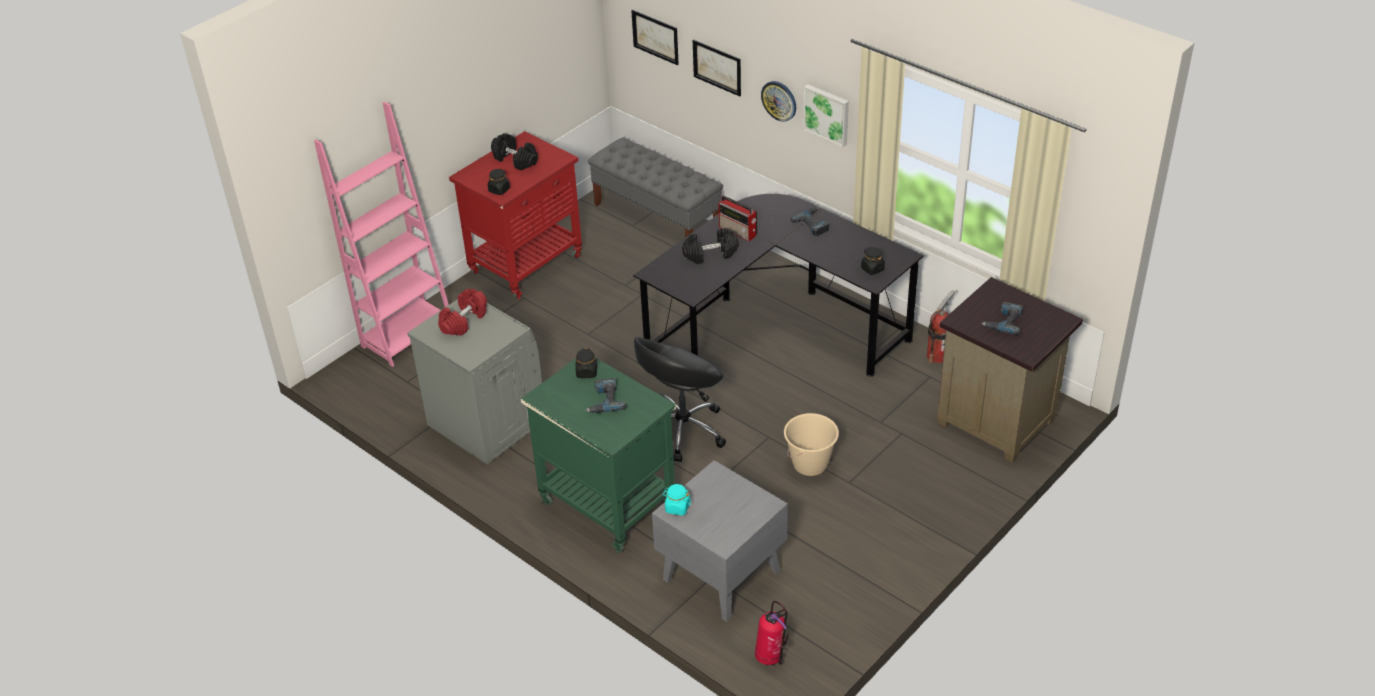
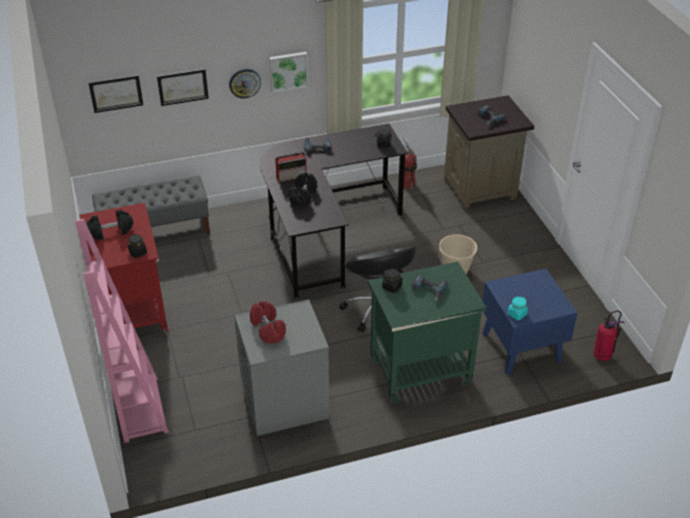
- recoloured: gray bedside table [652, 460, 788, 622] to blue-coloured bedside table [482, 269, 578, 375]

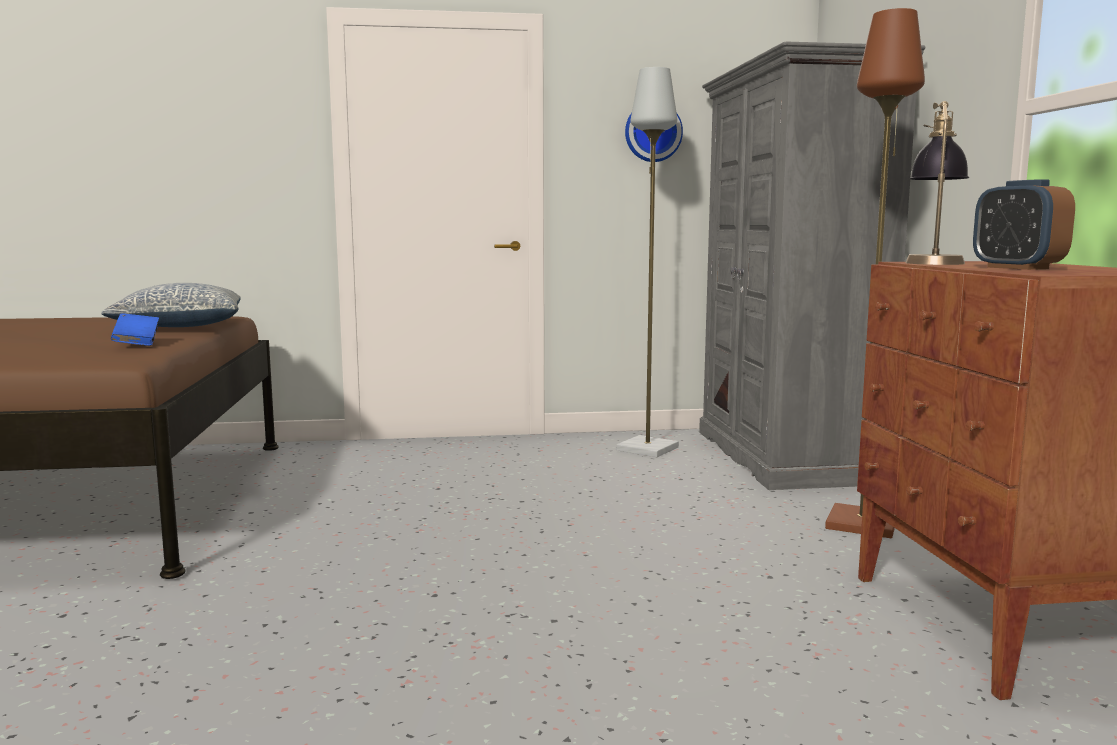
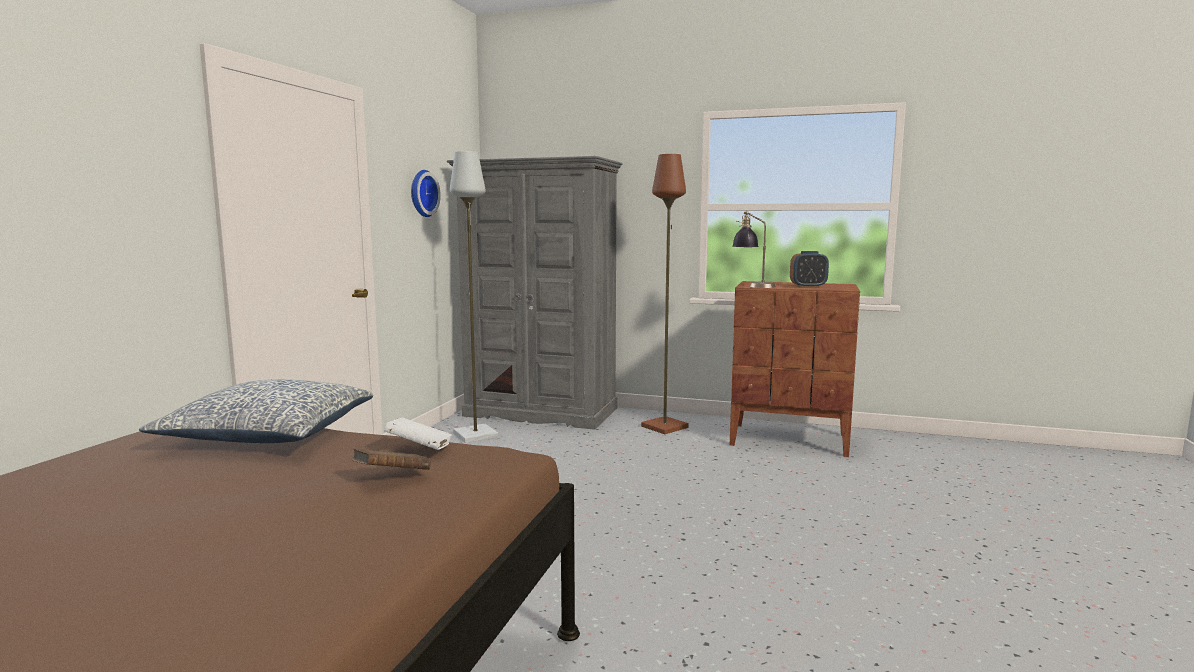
- recoloured: blue-coloured volume [111, 313, 159, 346] to whitish volume [384, 417, 452, 450]
- added: brownish volume [352, 449, 431, 470]

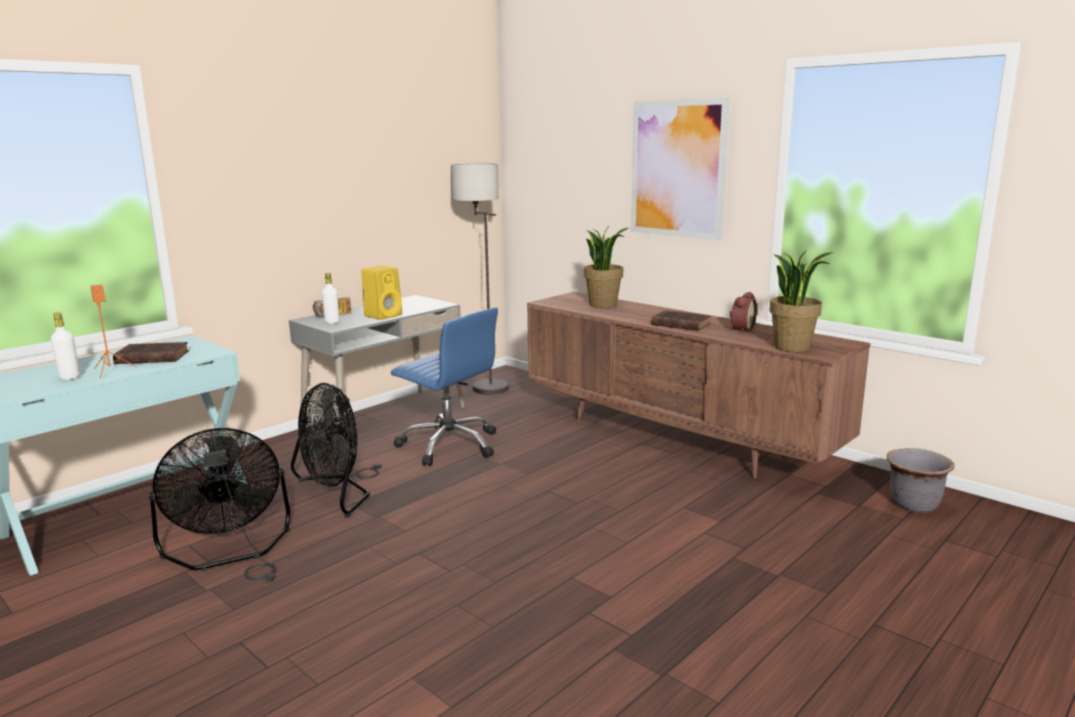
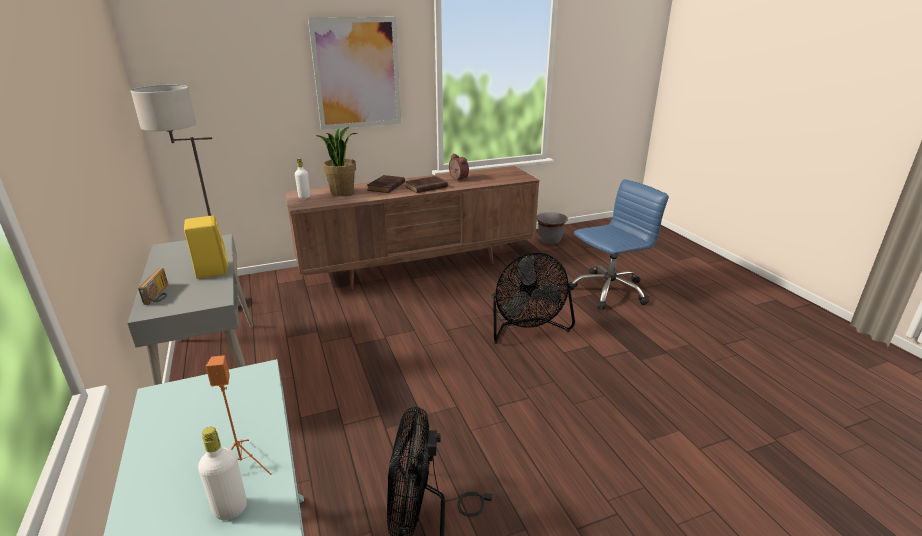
- moved: brownish volume [113, 342, 189, 364] to [367, 175, 405, 193]
- moved: black-coloured cooling fan [291, 383, 382, 518] to [492, 253, 575, 344]
- moved: whitish drink bottle [322, 273, 339, 324] to [295, 158, 310, 199]
- moved: blue-coloured computer chair [391, 307, 498, 466] to [569, 179, 669, 310]
- removed: plant in a pot [769, 250, 833, 352]

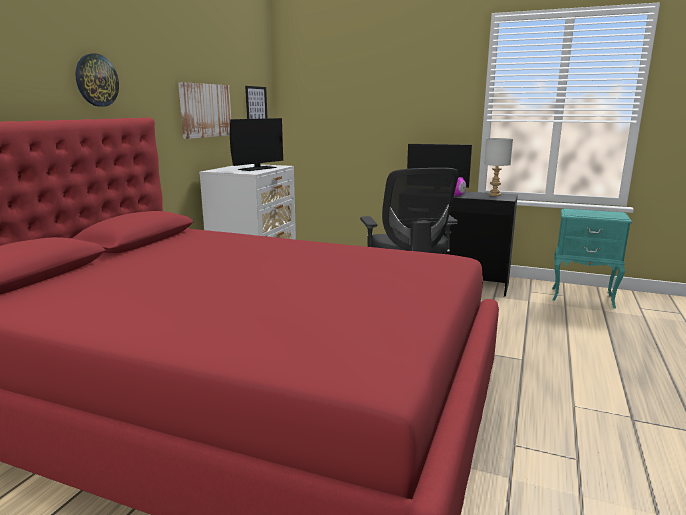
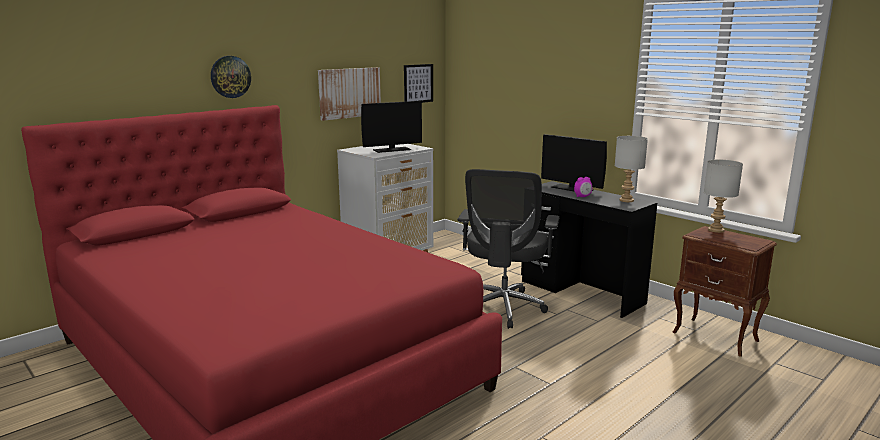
- recoloured: turquoise-coloured bedside table [552, 209, 632, 308] to brownish bedside table [672, 226, 777, 357]
- added: gray lamp for a table [704, 159, 743, 233]

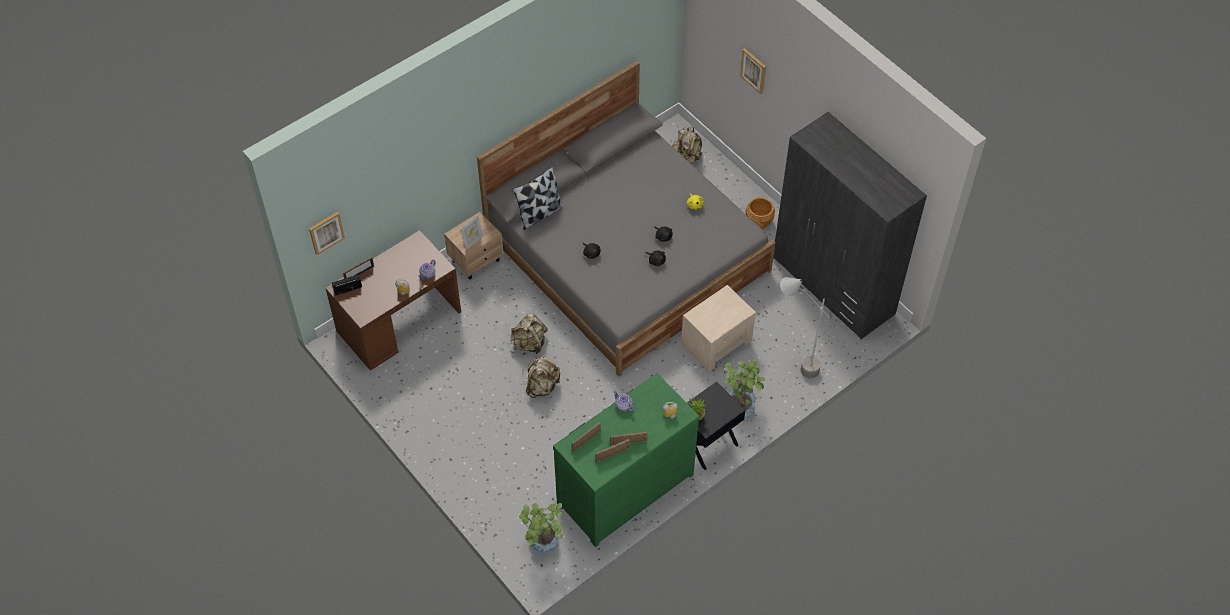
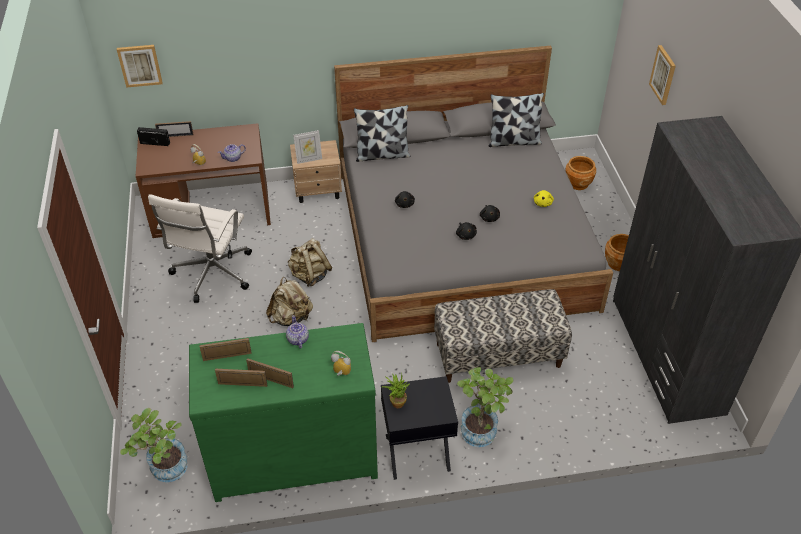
- replaced: beige-coloured backpack [672, 127, 702, 164] to brownish planter [565, 156, 596, 190]
- replaced: beige-coloured bedside table [681, 285, 756, 371] to bench [434, 289, 572, 383]
- removed: gray floor lamp [780, 277, 829, 379]
- added: whitish computer chair [148, 194, 252, 303]
- added: cushion [488, 93, 544, 147]

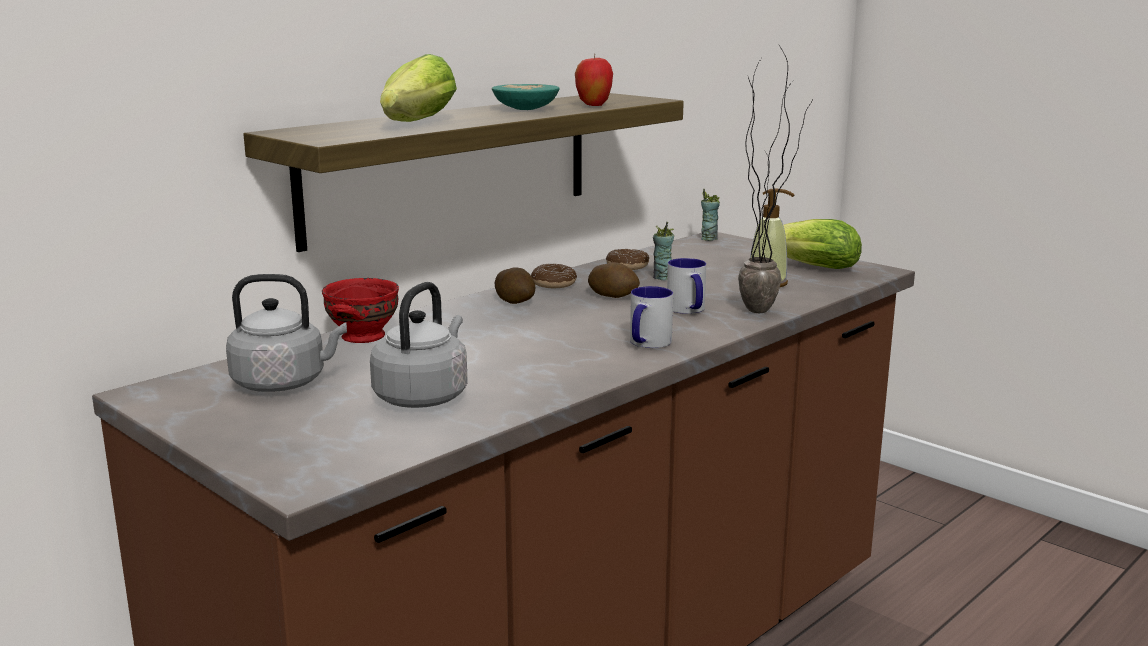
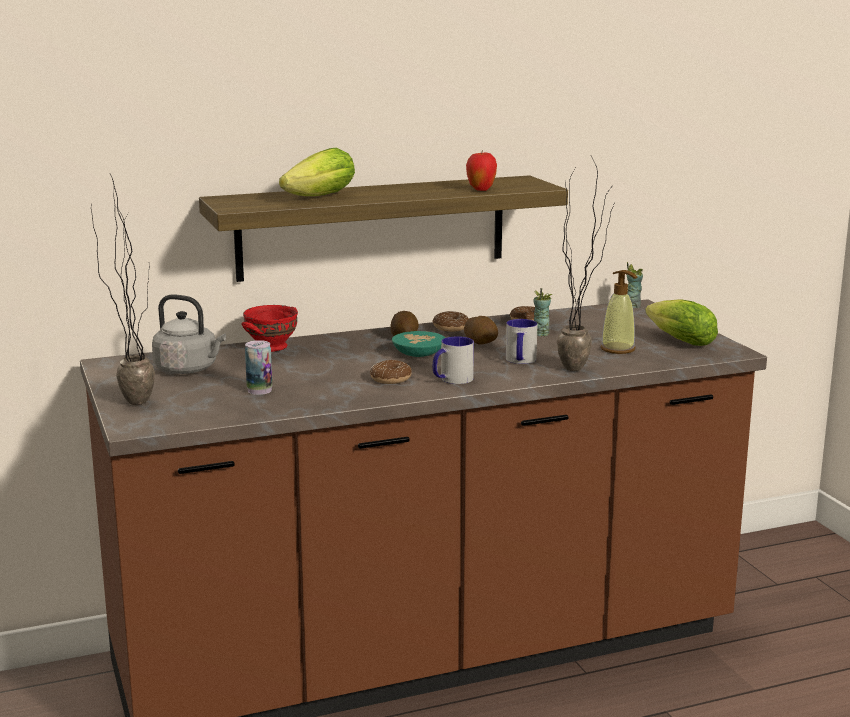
- replaced: gray tea kettle [370, 282, 468, 408] to sealed can [245, 340, 272, 395]
- moved: turquoise-coloured bowl [492, 84, 560, 110] to [392, 331, 445, 357]
- added: plant in a pot [91, 174, 155, 405]
- added: ring doughnut [370, 360, 412, 384]

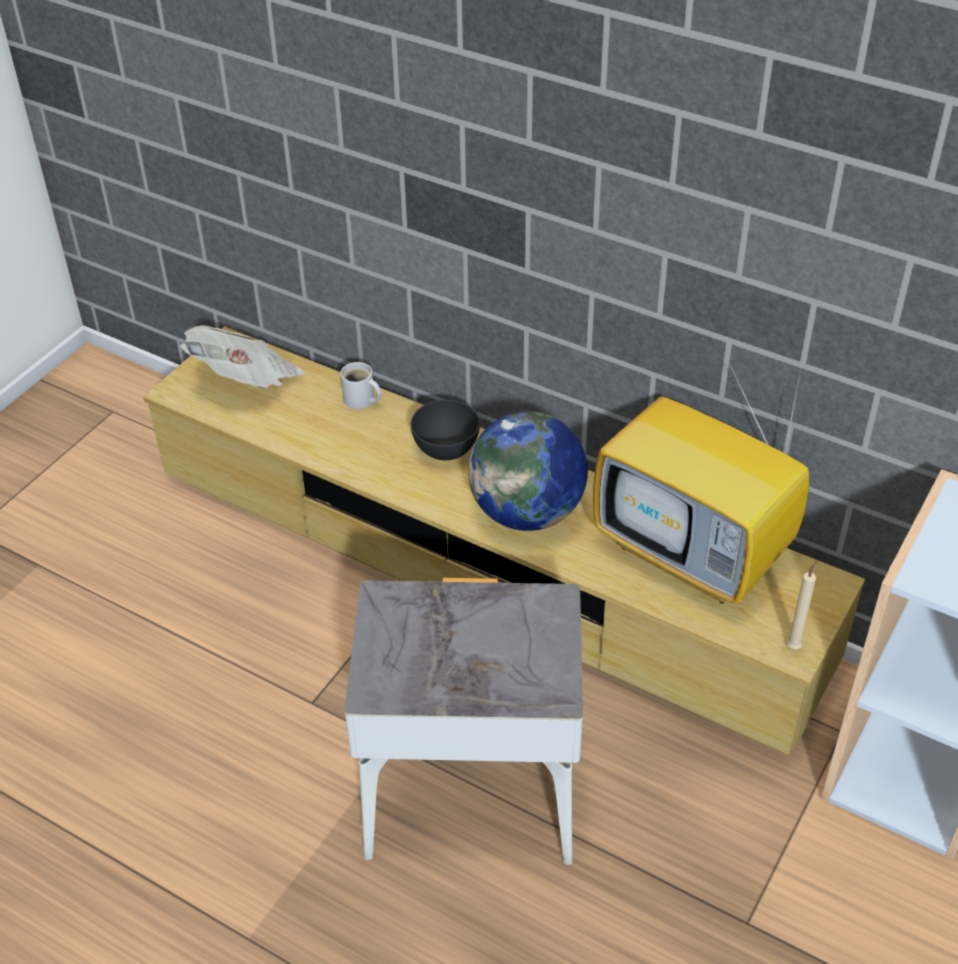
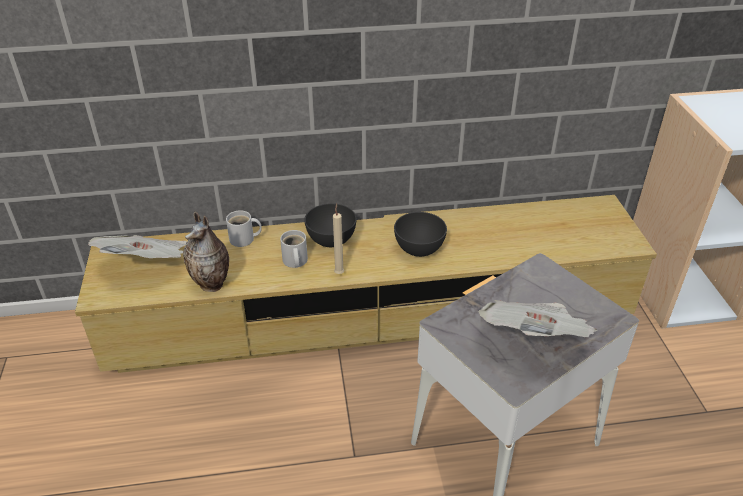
- replaced: globe [468, 411, 588, 531] to gray bowl [394, 212, 447, 257]
- removed: TV set [593, 350, 809, 604]
- moved: beige-coloured wax candle [787, 560, 818, 649] to [333, 203, 344, 274]
- added: decorative vase [183, 211, 229, 292]
- added: whitish mug [280, 230, 308, 268]
- added: printed paper [478, 300, 598, 337]

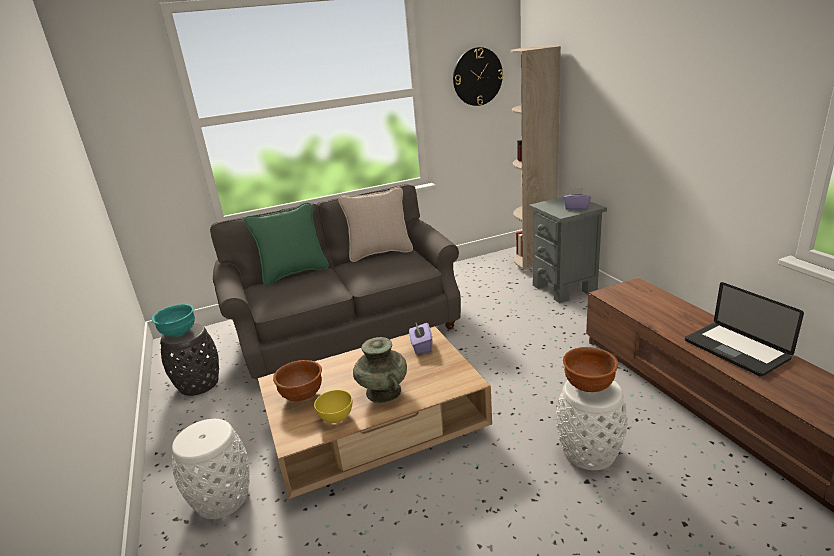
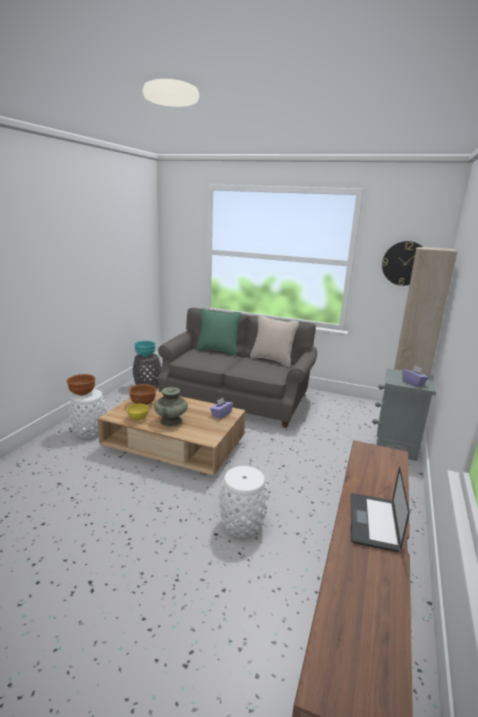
- moved: brownish bowl [563, 347, 618, 392] to [66, 374, 96, 396]

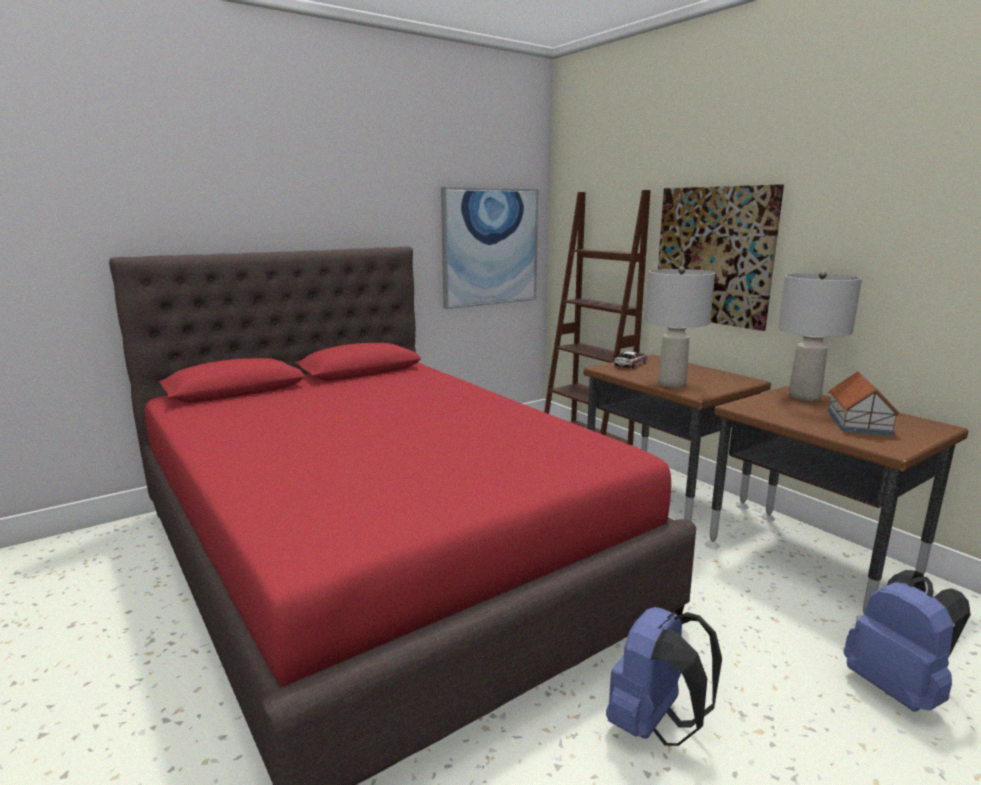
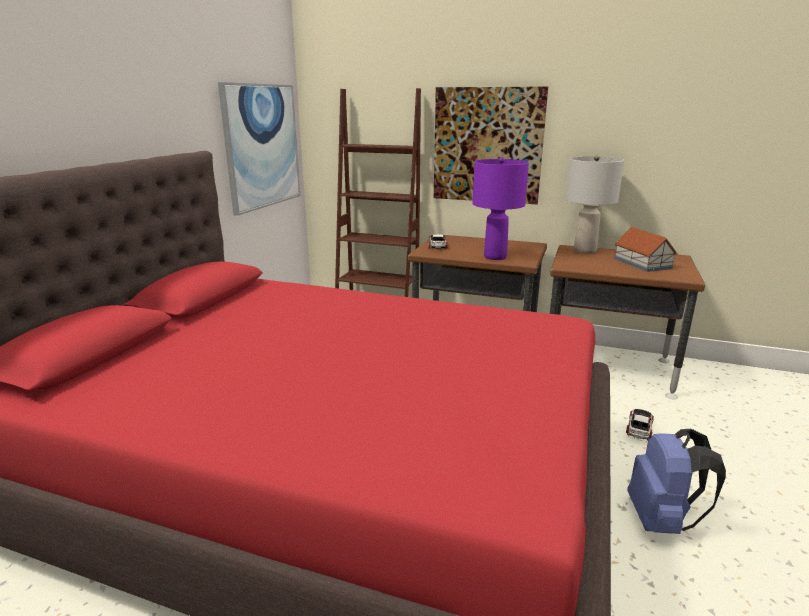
- recoloured: gray lamp for a table [646, 267, 715, 388] to purple-coloured lamp for a table [472, 157, 529, 260]
- removed: blue-coloured backpack [844, 570, 971, 712]
- added: miniature car [626, 409, 654, 440]

